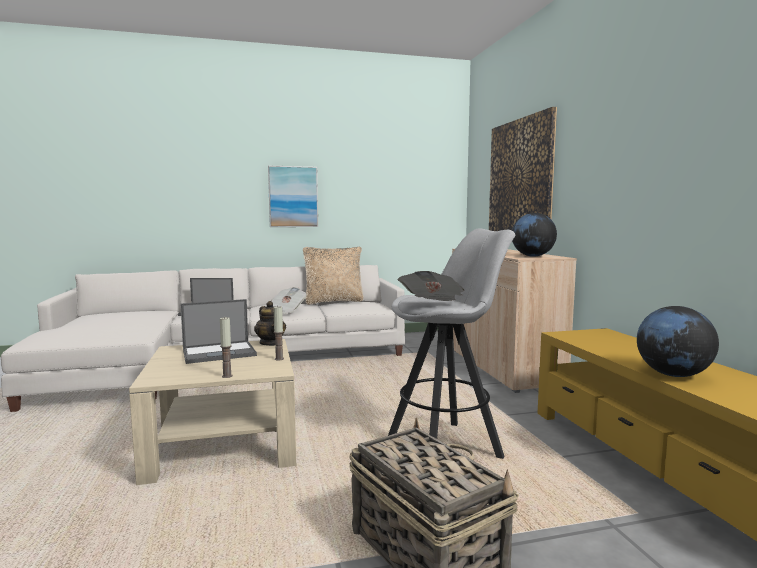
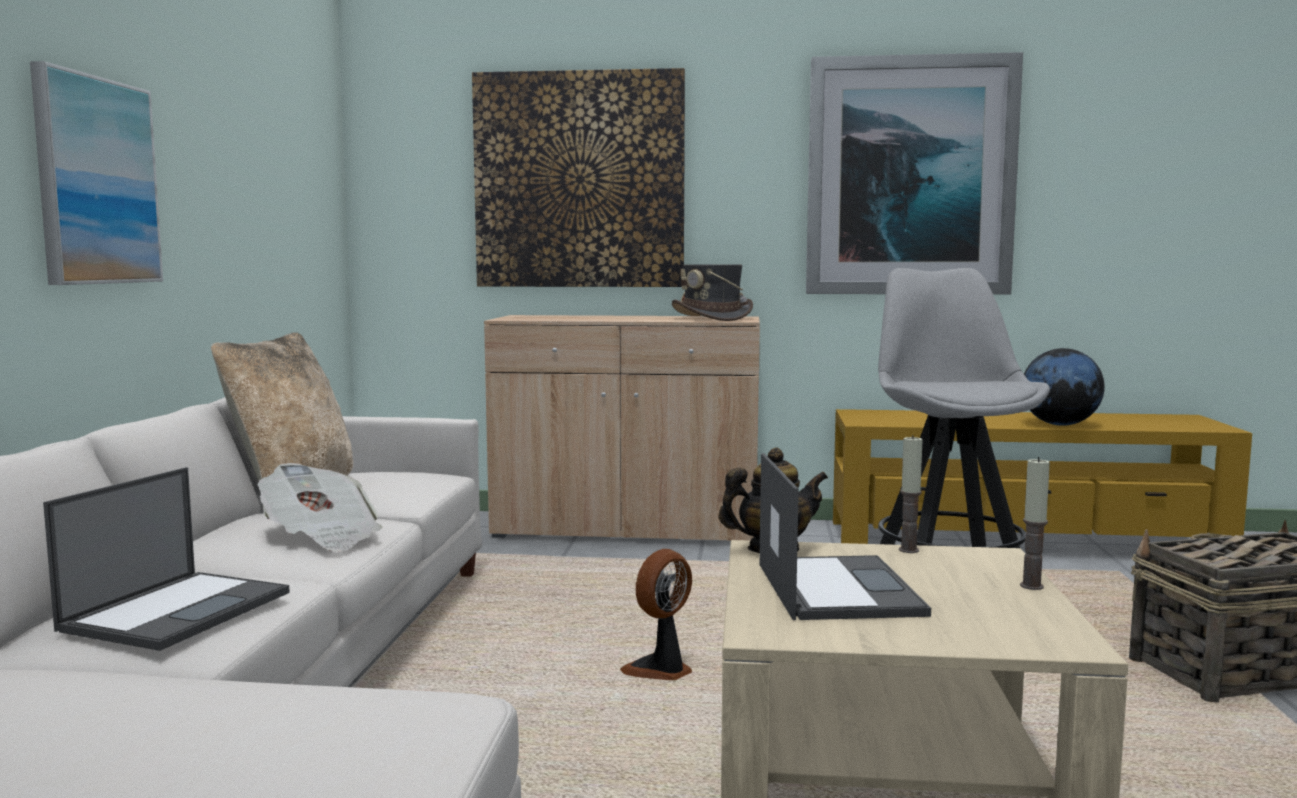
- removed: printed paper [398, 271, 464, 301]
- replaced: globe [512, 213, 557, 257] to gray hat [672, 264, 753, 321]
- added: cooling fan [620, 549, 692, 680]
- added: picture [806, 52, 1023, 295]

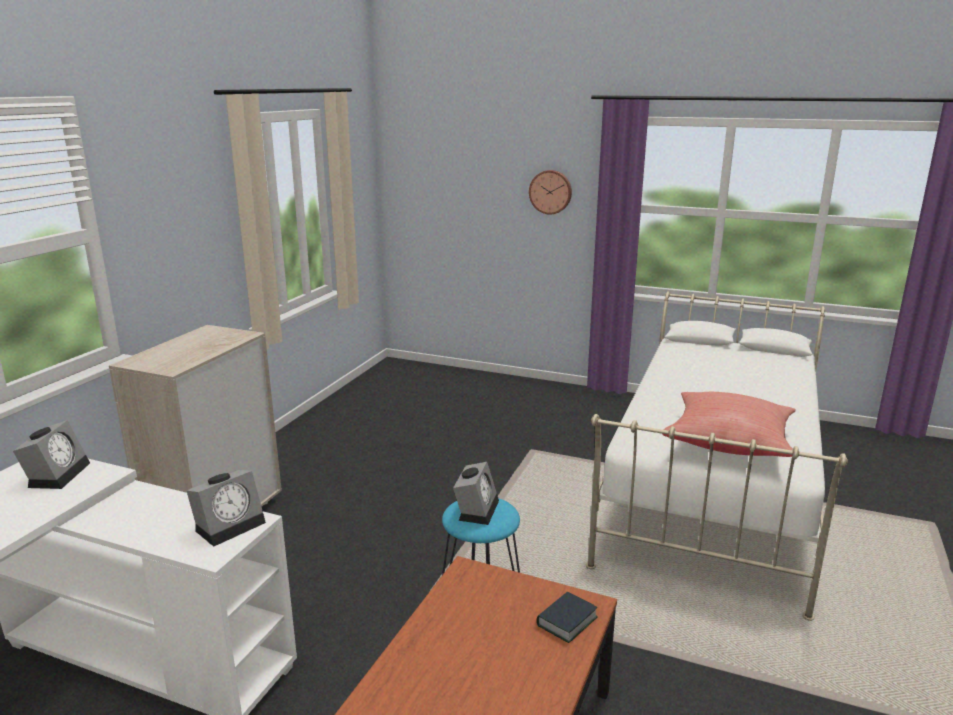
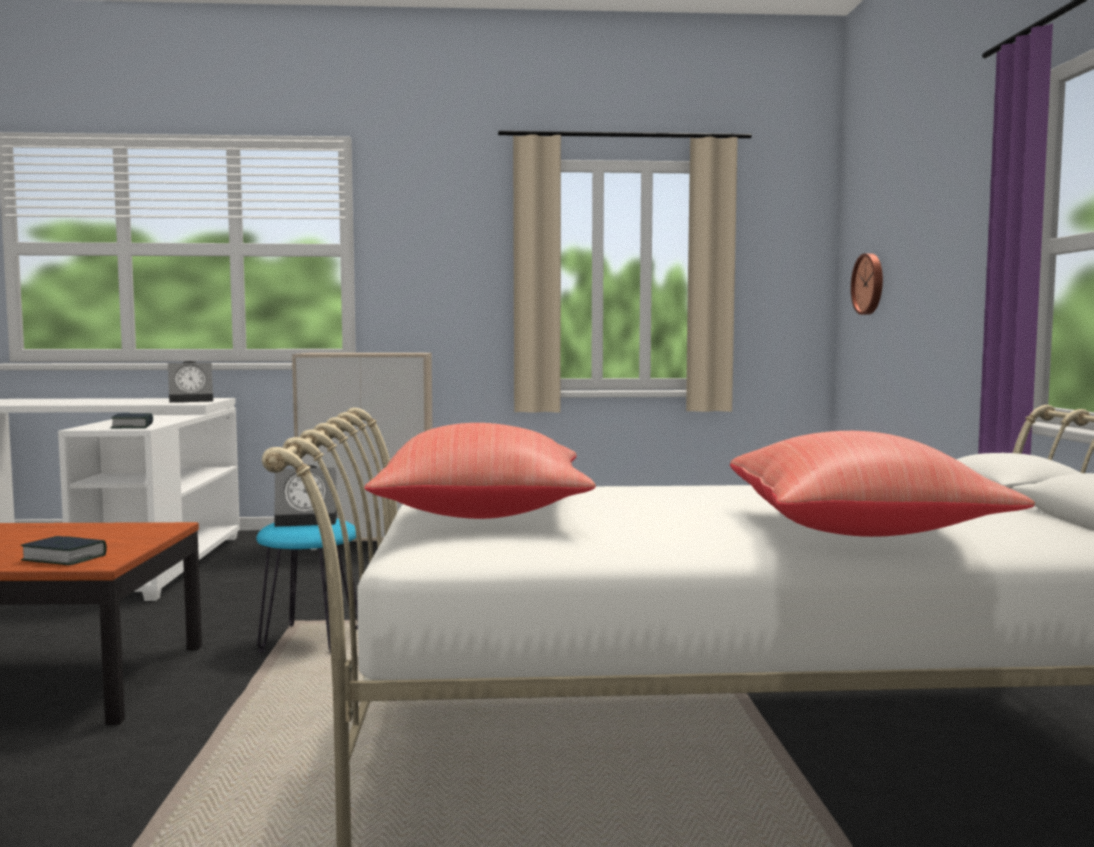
- replaced: alarm clock [186, 470, 266, 547] to volume [111, 413, 153, 428]
- moved: wall clock [529, 170, 572, 215] to [851, 253, 883, 315]
- added: red-coloured cushion [730, 431, 1035, 537]

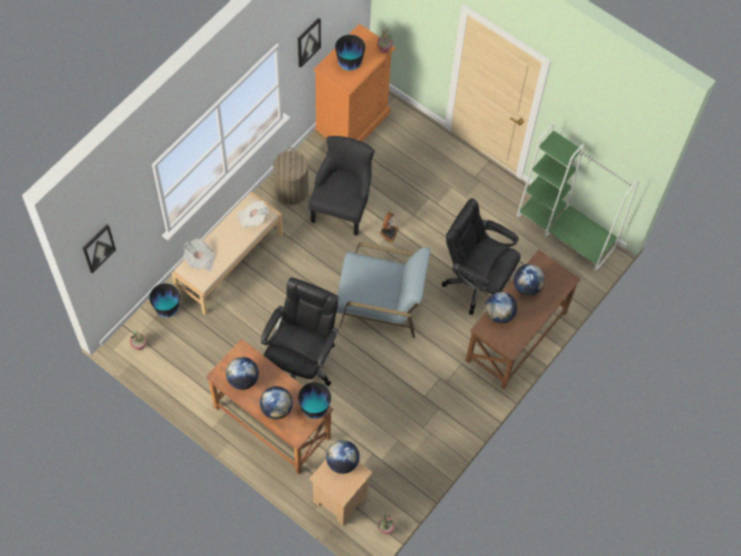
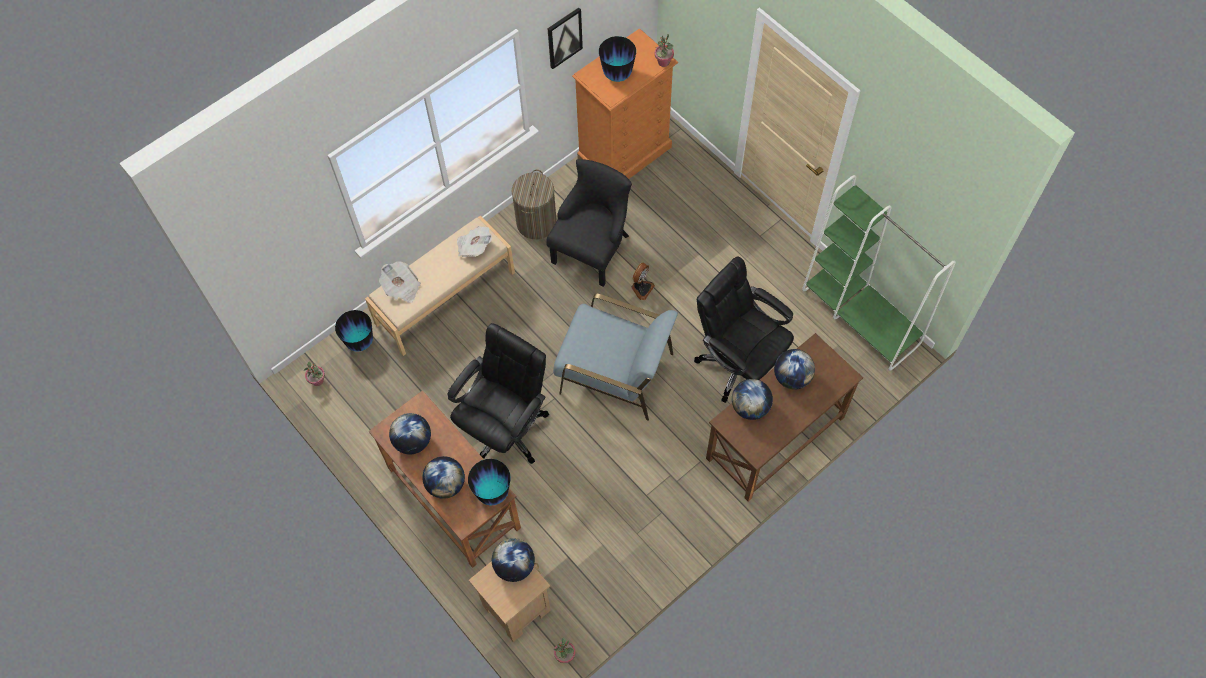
- removed: picture [82, 224, 116, 273]

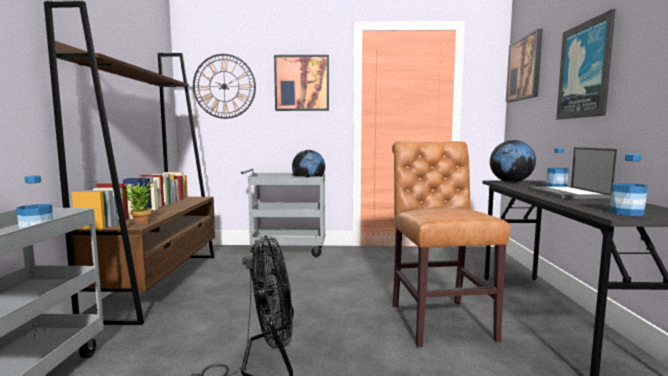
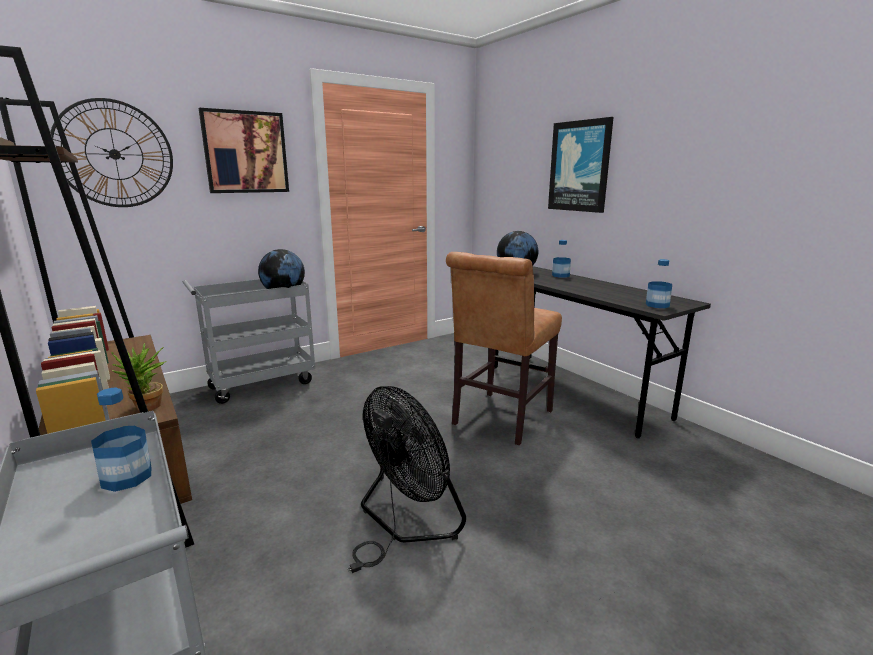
- turned: brownish upright chair [392, 141, 510, 348] = [446, 252, 562, 445] 105 degrees counterclockwise
- removed: picture [506, 29, 543, 102]
- removed: notebook computer [528, 147, 618, 199]

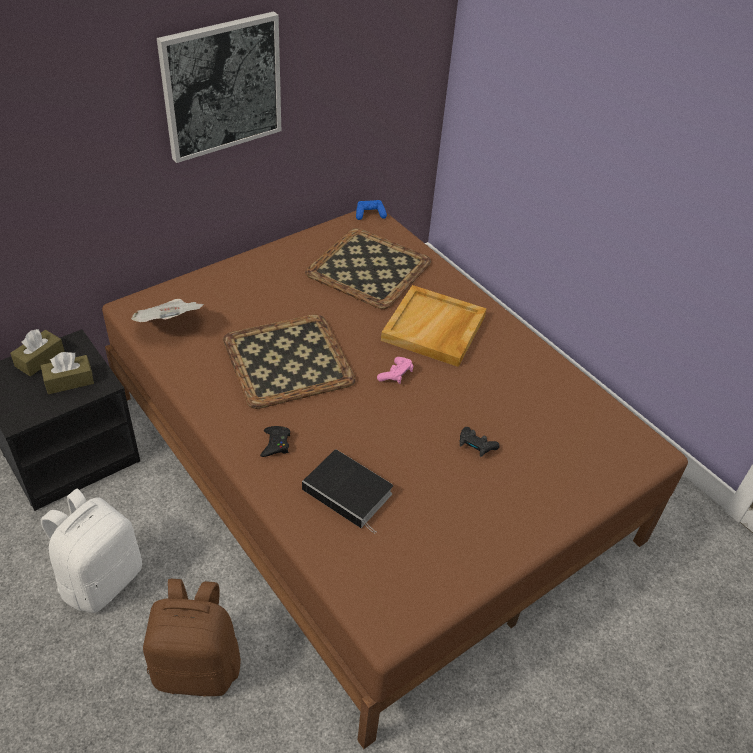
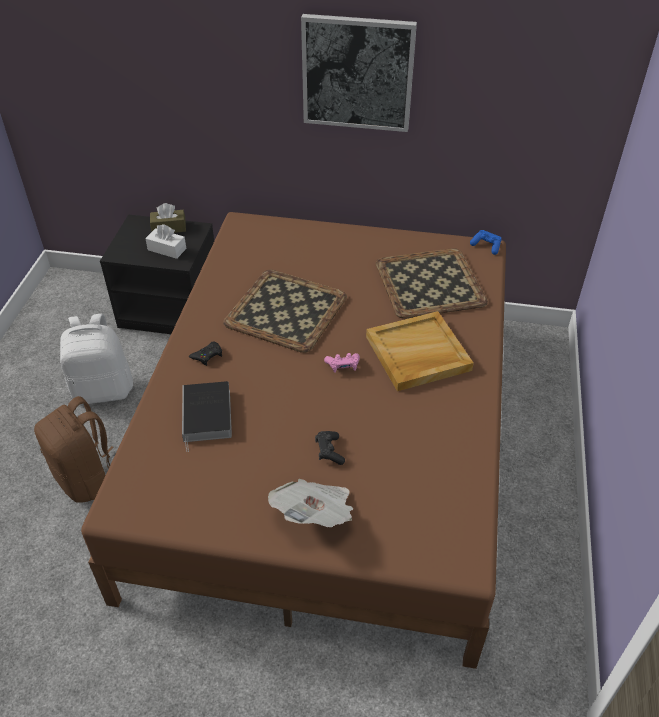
- recoloured: brownish tissue box [41, 352, 94, 394] to whitish tissue box [145, 224, 186, 259]
- moved: printed paper [131, 299, 204, 322] to [268, 479, 353, 527]

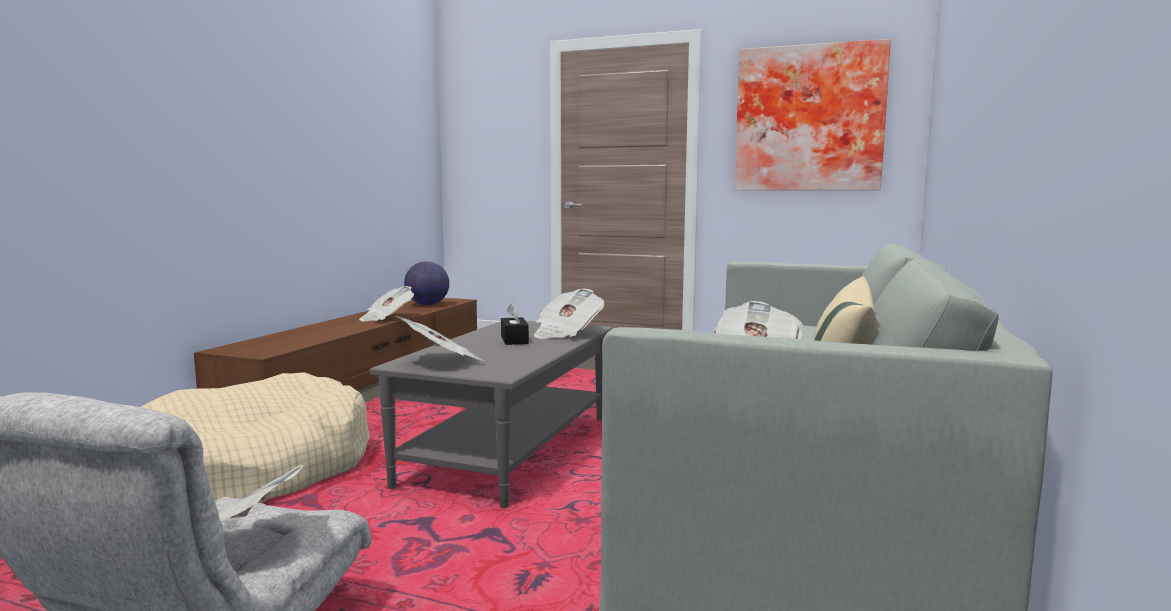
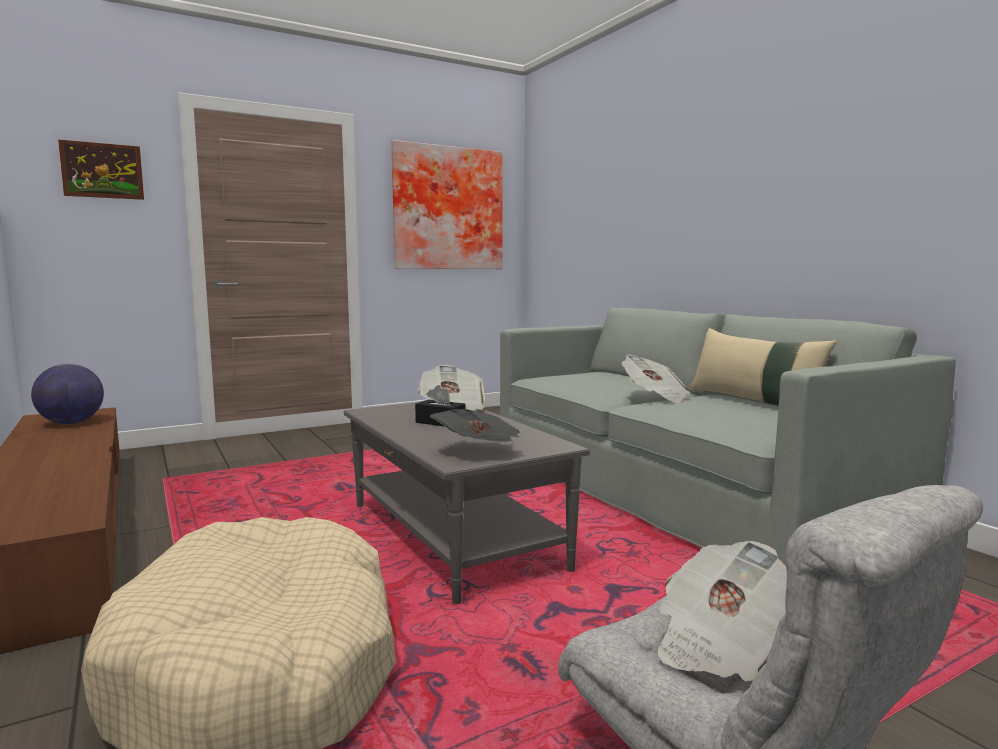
- removed: printed paper [359, 286, 414, 321]
- added: picture [58, 140, 144, 200]

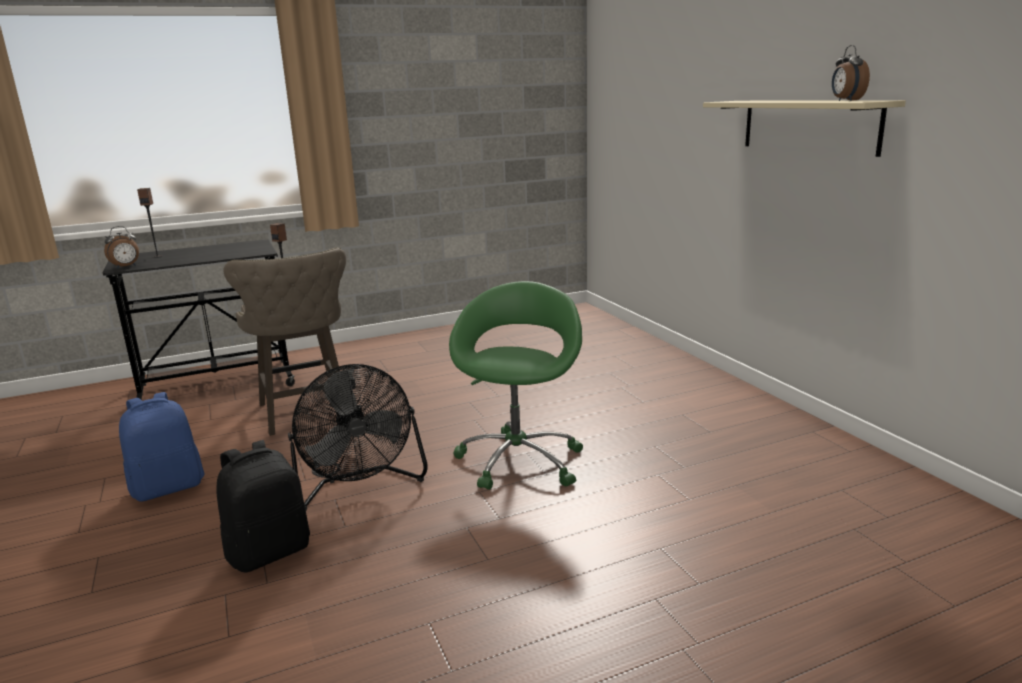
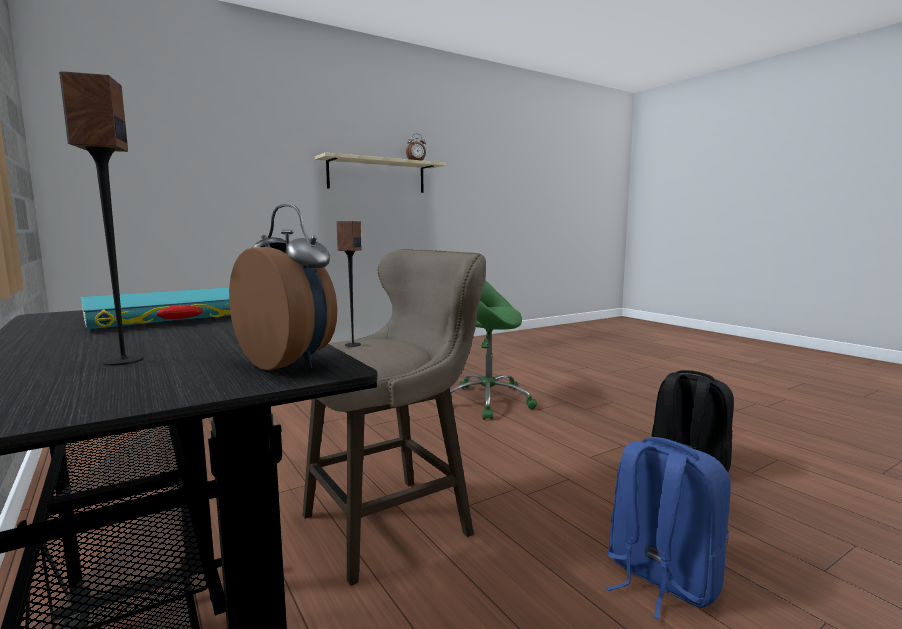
- removed: black-coloured cooling fan [288, 364, 428, 511]
- added: turquoise-coloured volume [81, 287, 231, 329]

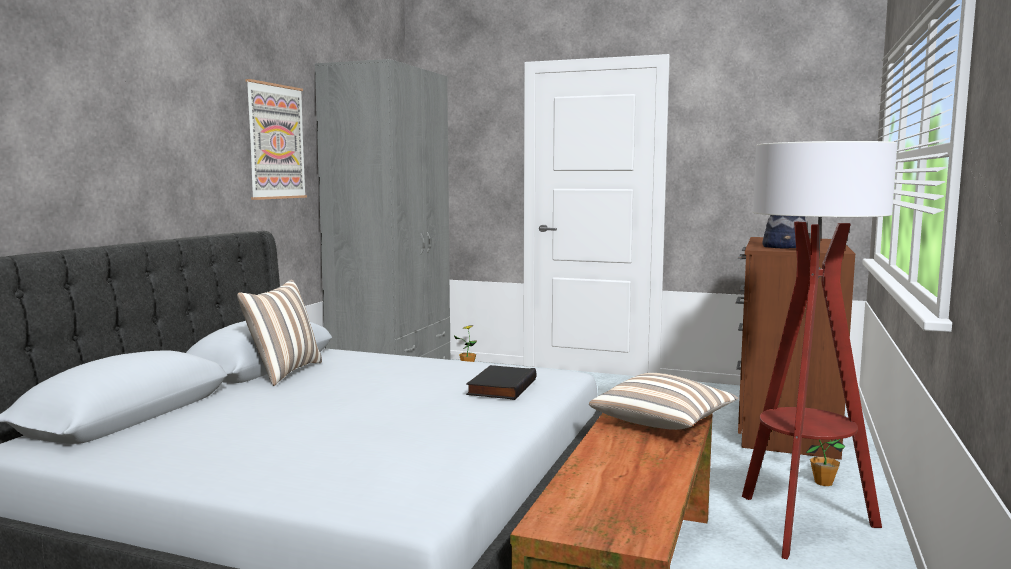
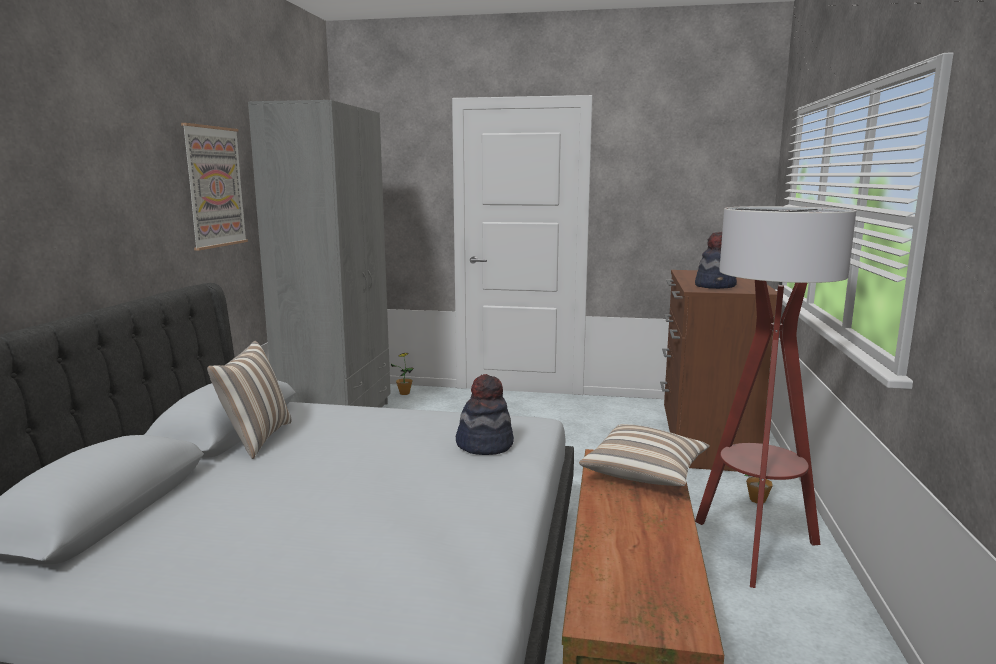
- replaced: black-coloured volume [466, 365, 536, 400] to hat [456, 374, 514, 455]

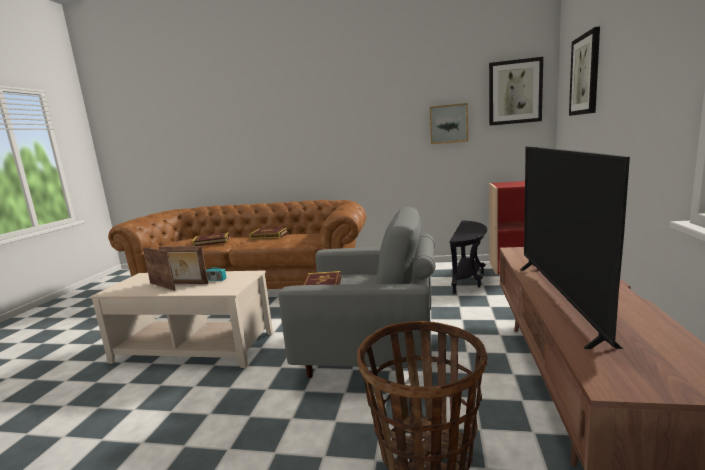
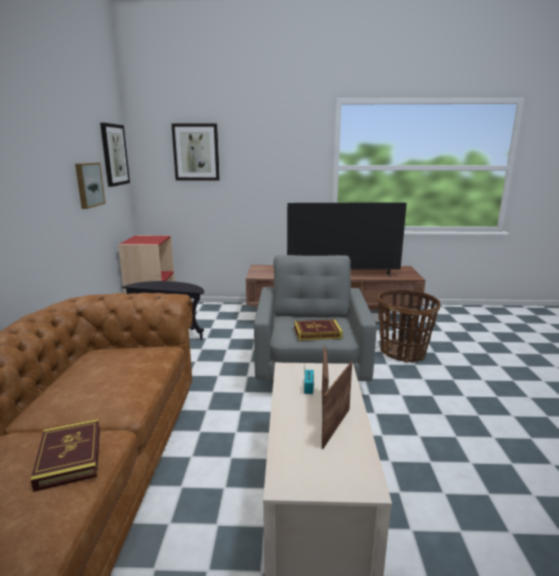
- removed: volume [249, 227, 289, 239]

